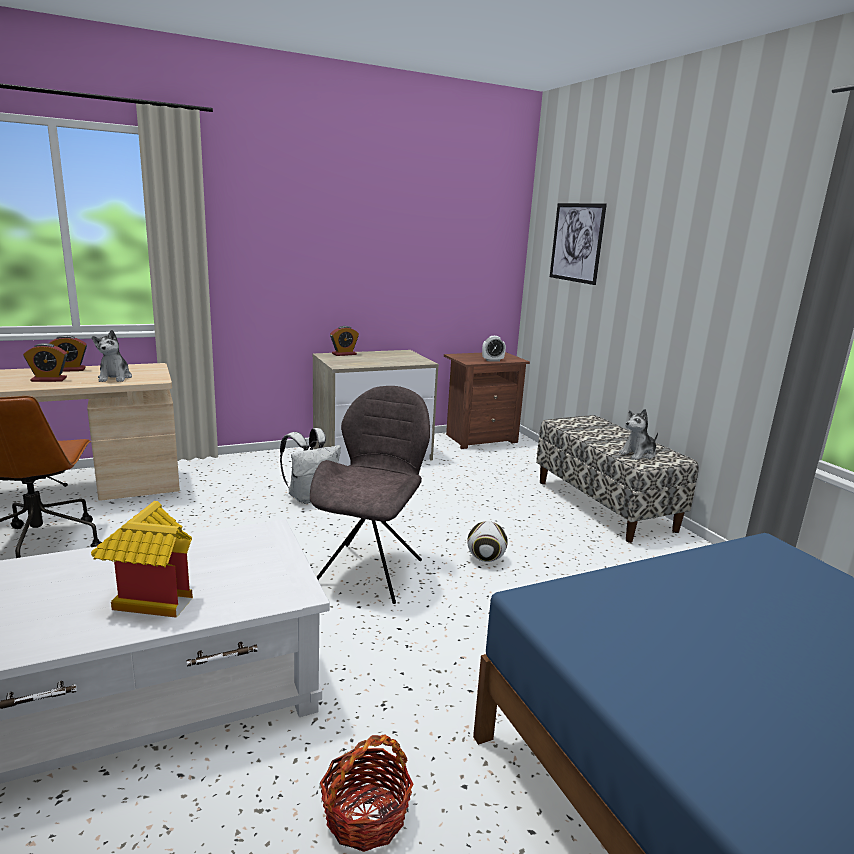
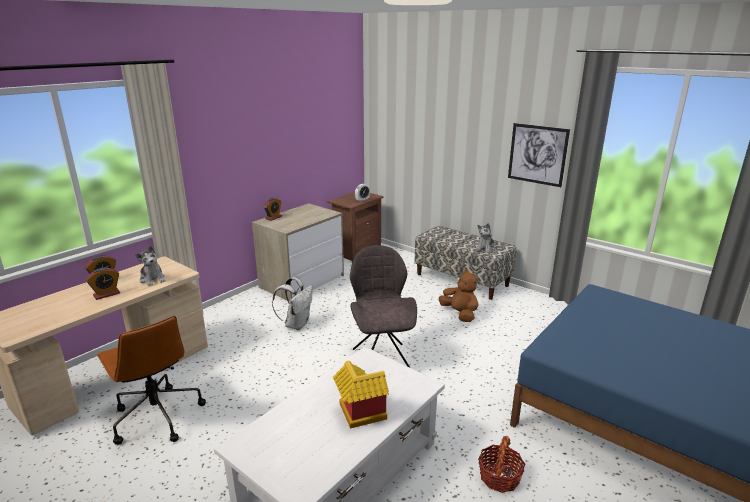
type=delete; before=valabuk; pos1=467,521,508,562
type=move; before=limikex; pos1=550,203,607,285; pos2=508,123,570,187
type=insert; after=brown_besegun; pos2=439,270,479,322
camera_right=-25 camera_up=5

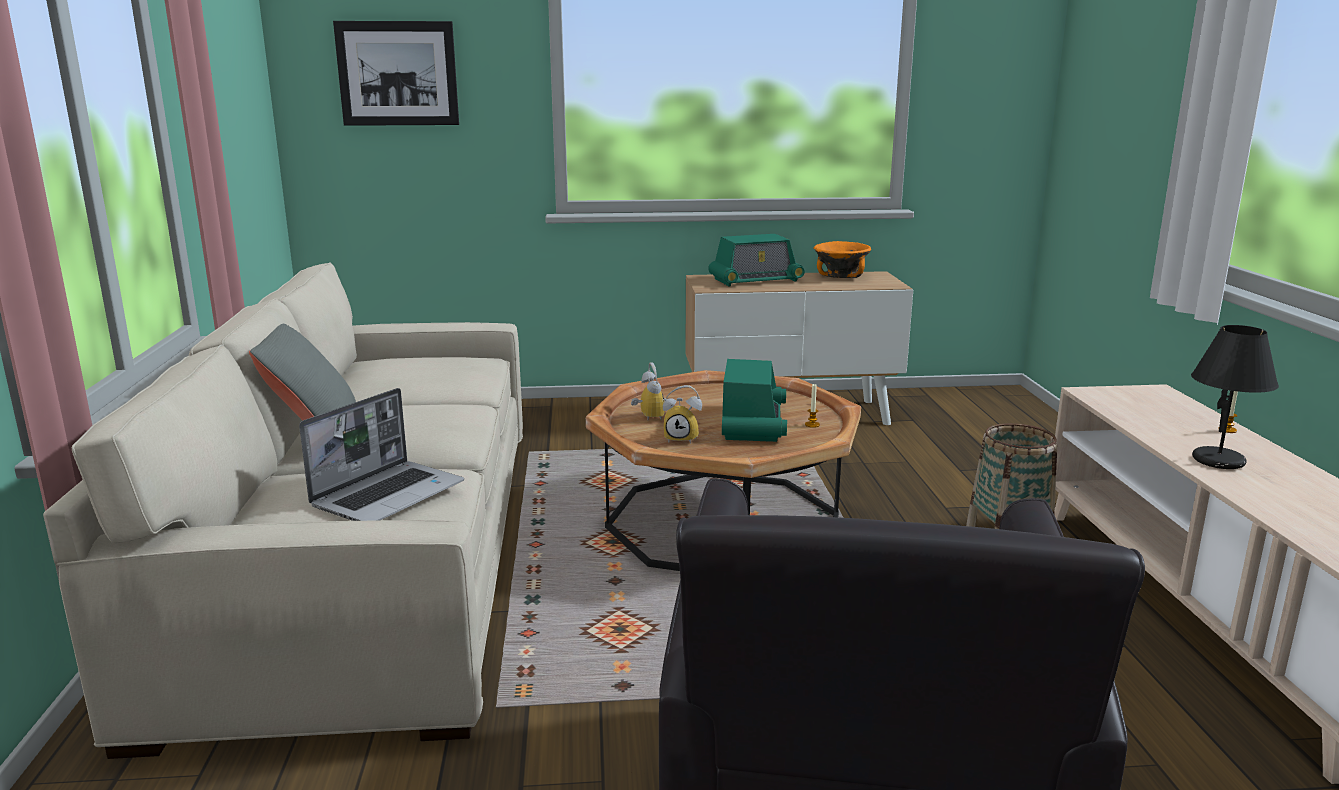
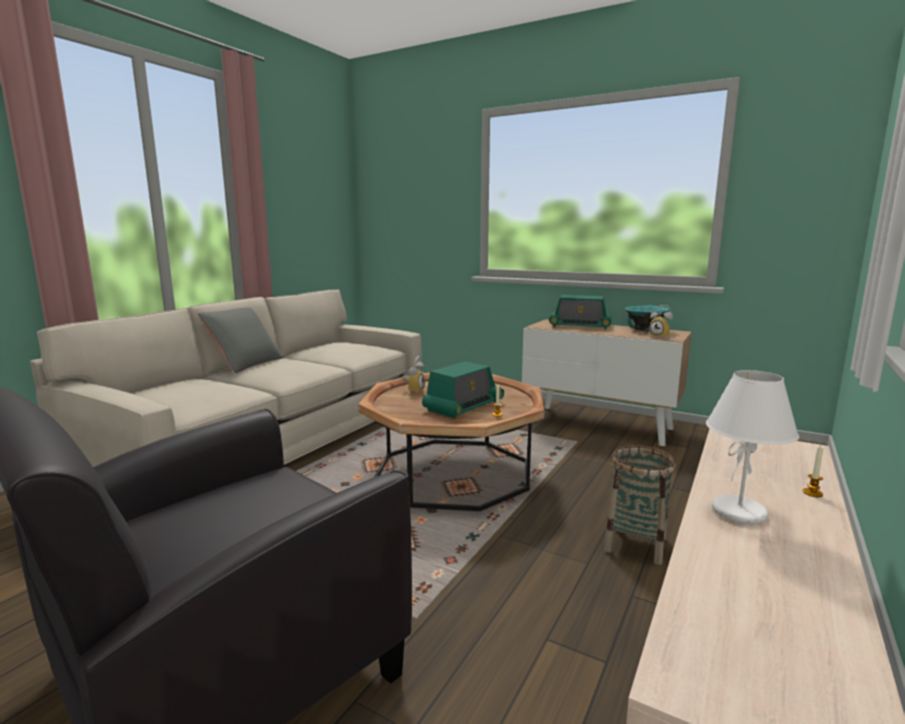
type=delete; before=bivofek; pos1=299,388,464,521
type=delete; before=limikex; pos1=333,21,459,126
type=move; before=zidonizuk; pos1=663,385,702,444; pos2=649,305,673,338
type=recolor; before=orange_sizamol; after=turquoise_sizamol; pos1=813,241,871,278; pos2=625,305,670,331
type=recolor; before=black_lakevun; after=white_lakevun; pos1=1191,325,1279,469; pos2=706,370,799,525
camera_right=35 camera_up=-5

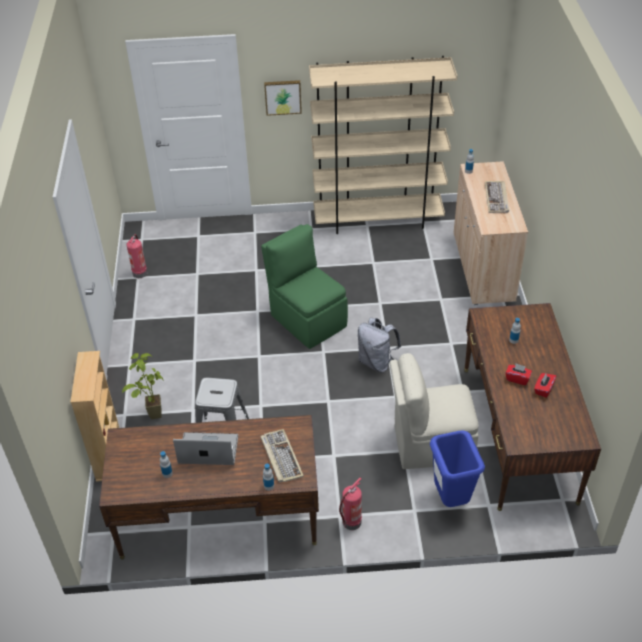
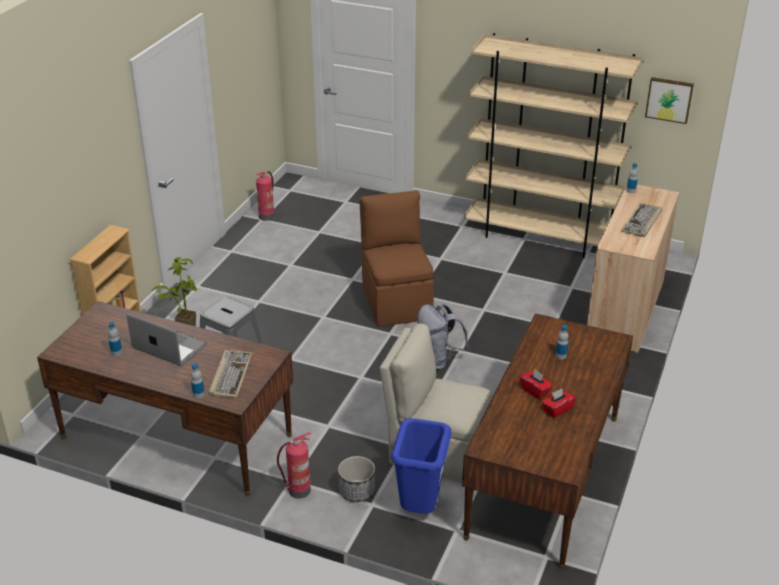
type=recolor; before=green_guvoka; after=brown_guvoka; pos1=261,224,348,349; pos2=359,190,434,327
type=move; before=limikex; pos1=264,80,302,116; pos2=645,77,694,124
type=insert; after=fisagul; pos2=338,456,375,502
camera_right=25 camera_up=-10

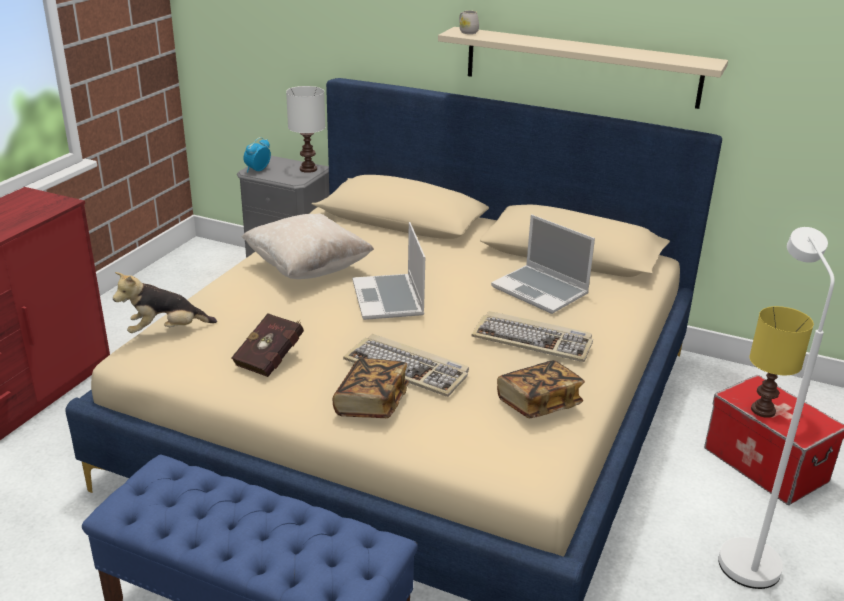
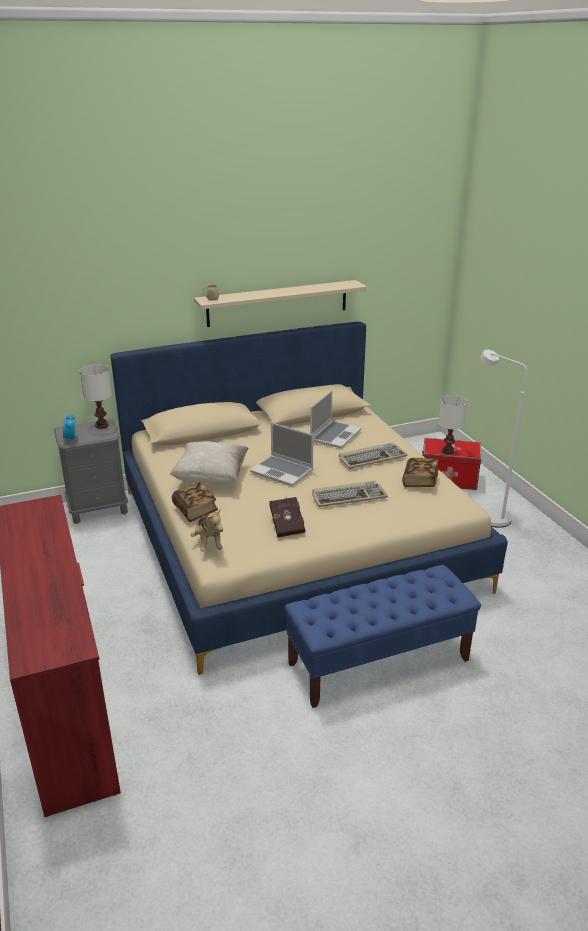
type=rotate; before=besegun; pos1=113,272,217,333; pos2=191,508,223,552; turn=-45
type=move; before=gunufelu; pos1=333,358,409,418; pos2=172,482,218,522
type=rotate; before=bivofek; pos1=491,214,595,314; pos2=310,390,361,448; turn=-60
type=recolor; before=yellow_lakevun; after=white_lakevun; pos1=749,306,814,418; pos2=438,395,467,454
camera_right=-45 camera_up=0

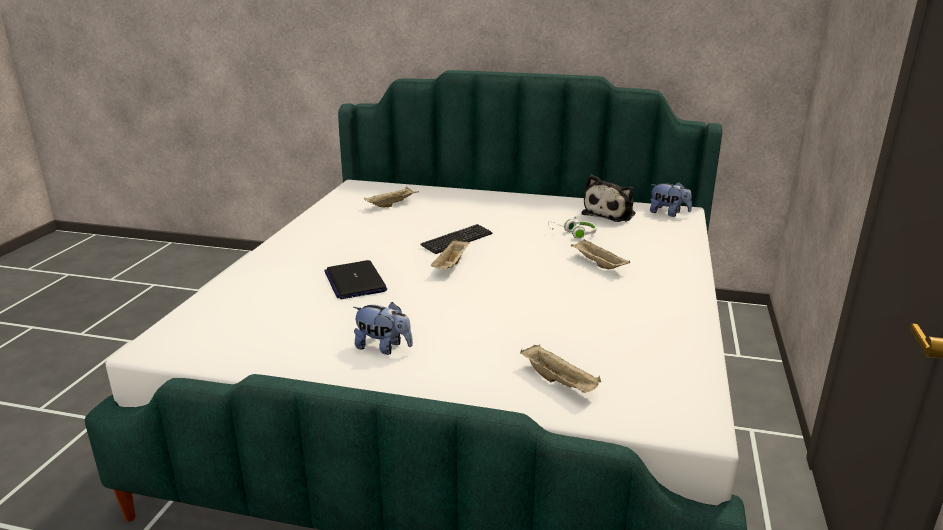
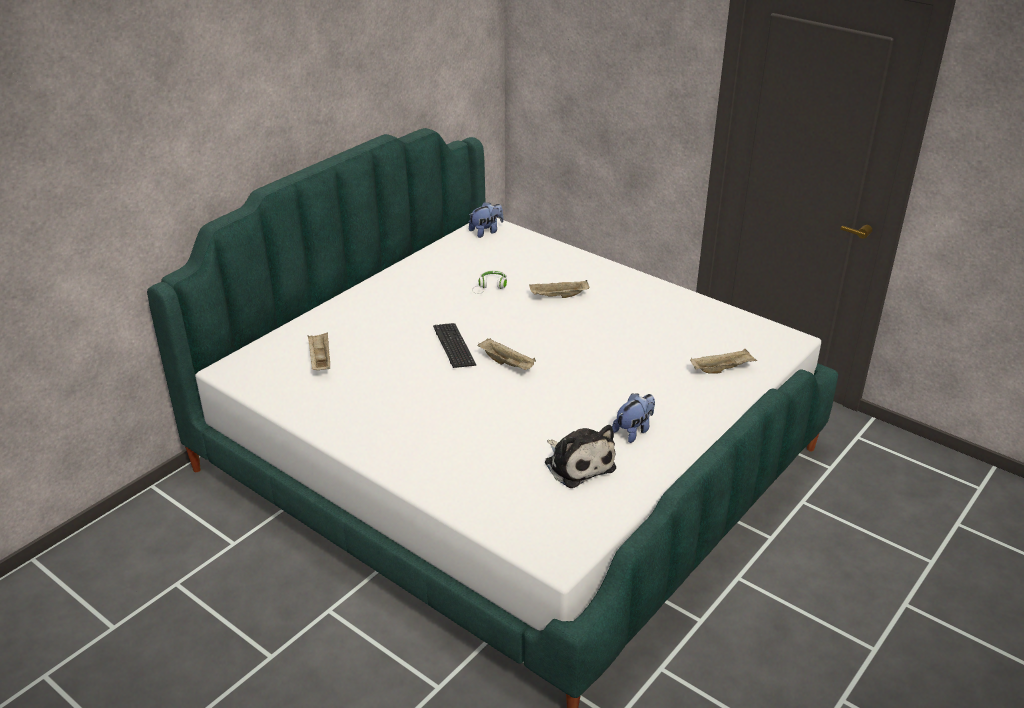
type=delete; before=bivofek; pos1=324,260,387,299
type=move; before=besegun; pos1=582,175,635,222; pos2=545,425,616,488
camera_right=-65 camera_up=10

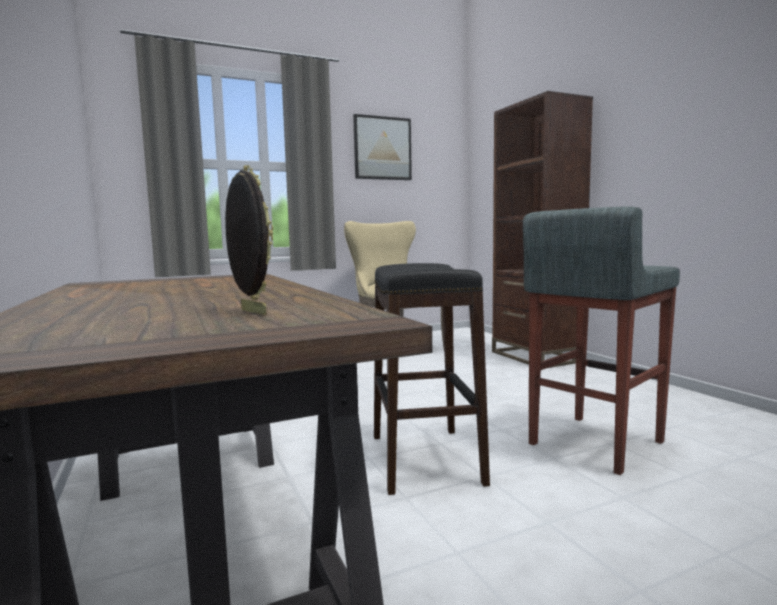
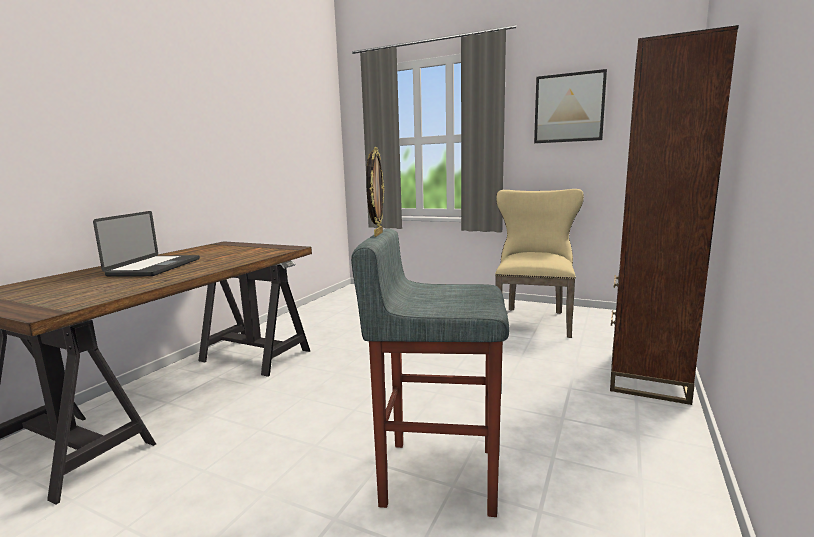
type=move; before=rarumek; pos1=225,165,273,315; pos2=366,147,384,237
type=delete; before=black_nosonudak; pos1=374,263,490,495
type=insert; after=bivofek; pos2=93,211,200,277
camera_right=50 camera_up=5

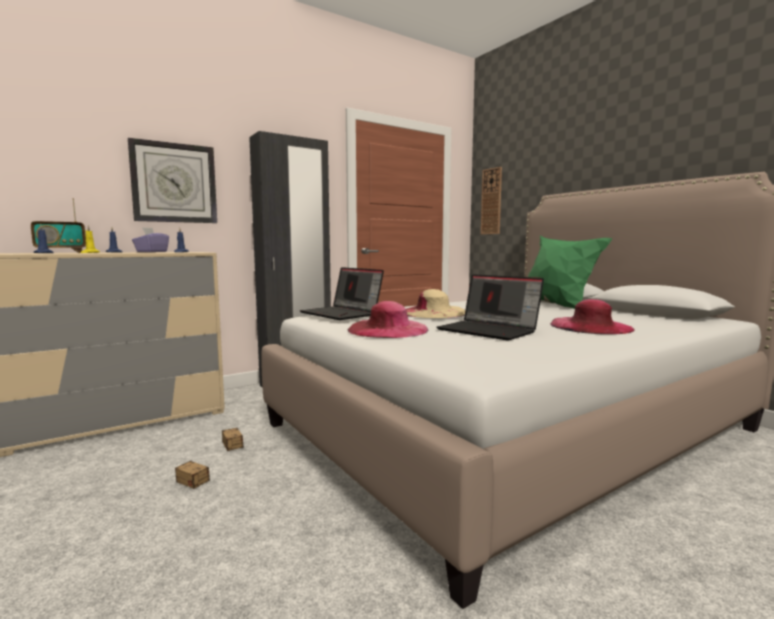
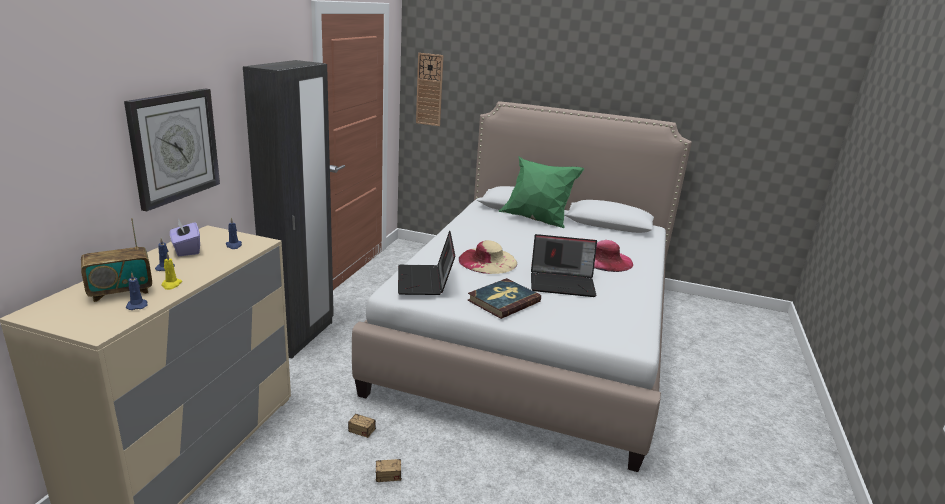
type=rotate; before=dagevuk; pos1=31,198,86,253; pos2=81,218,152,302; turn=45
type=rotate; before=bivofek; pos1=299,267,384,320; pos2=398,231,455,295; turn=75
type=replace; before=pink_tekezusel; after=gunufelu; pos1=348,301,428,338; pos2=467,278,541,319
camera_right=-40 camera_up=15

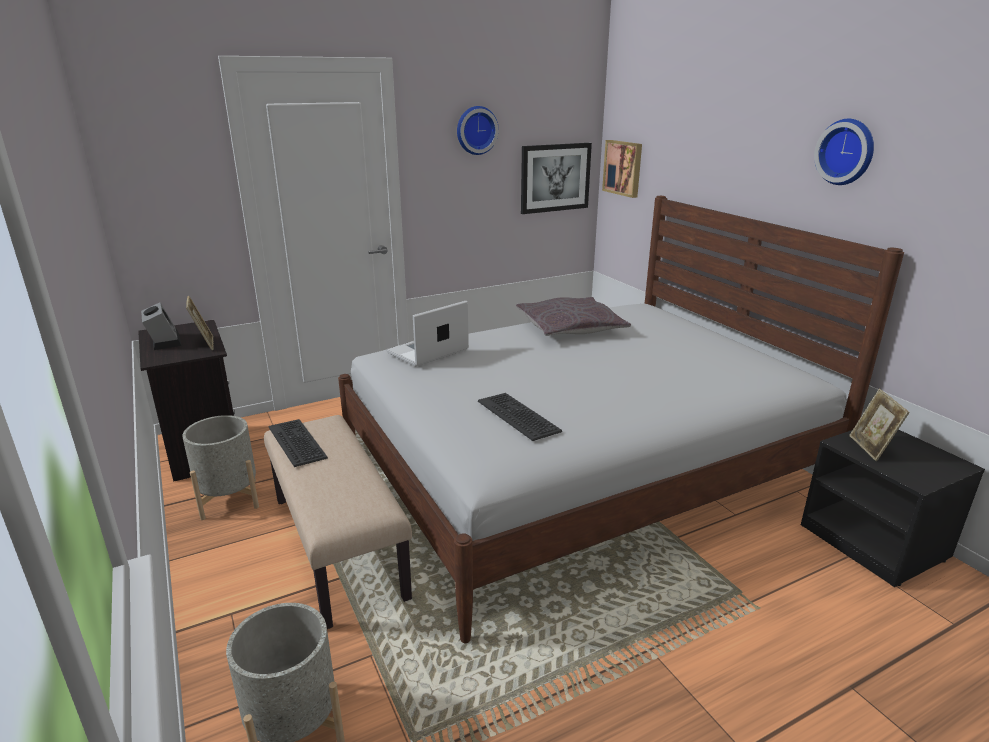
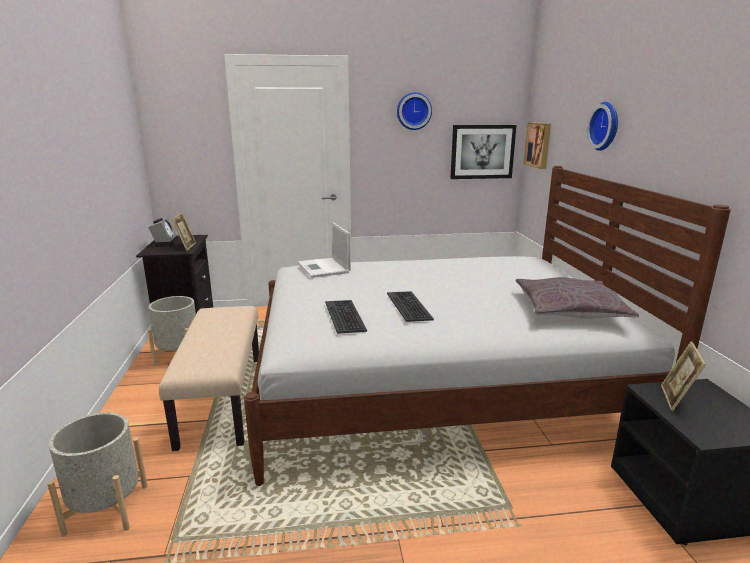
type=move; before=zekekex; pos1=269,419,328,467; pos2=387,291,434,322
type=rotate; before=bivofek; pos1=386,301,469,367; pos2=298,222,351,278; turn=-90
type=move; before=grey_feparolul; pos1=516,297,631,336; pos2=516,277,639,319
type=move; before=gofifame; pos1=814,119,874,185; pos2=587,102,618,151
camera_right=20 camera_up=-5

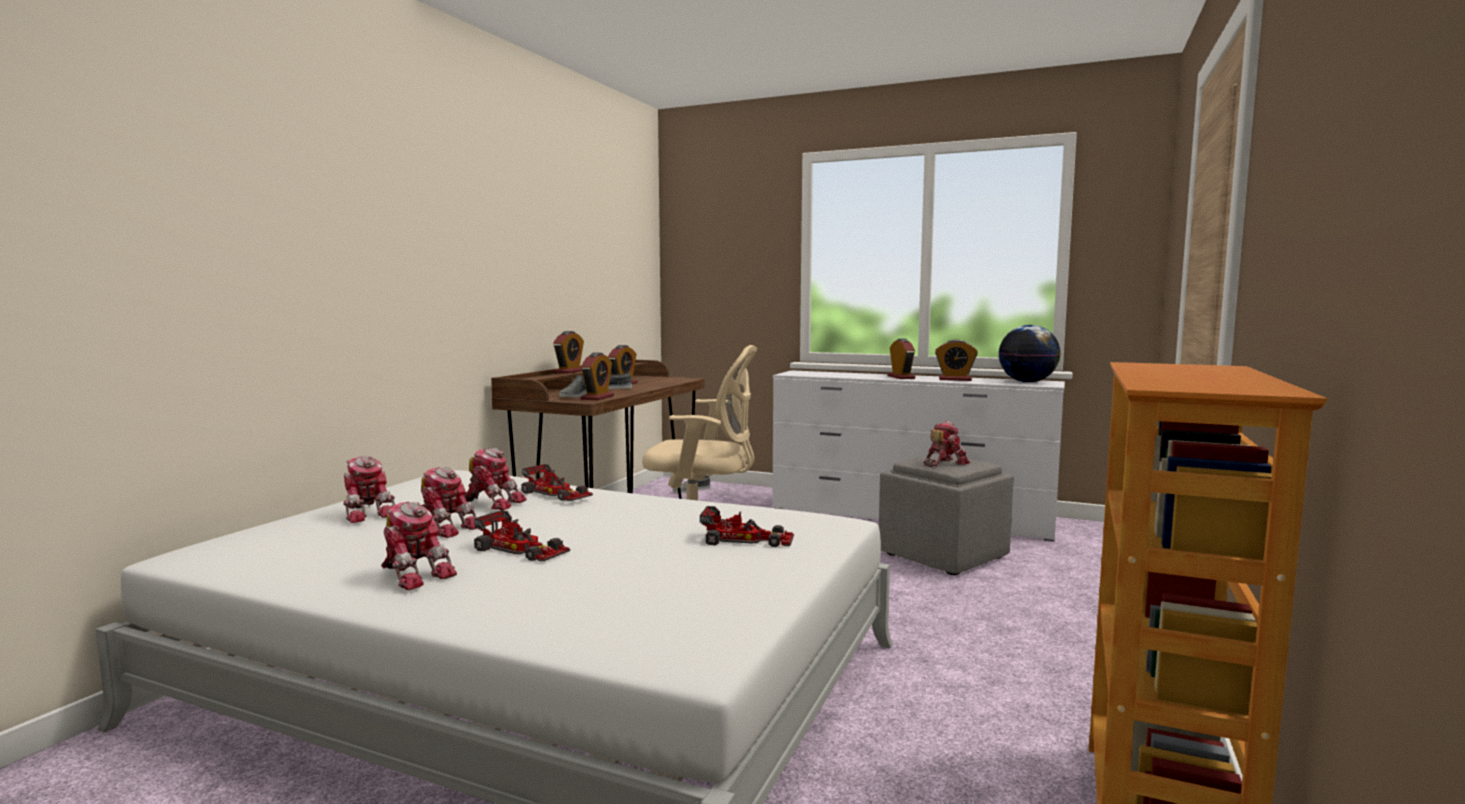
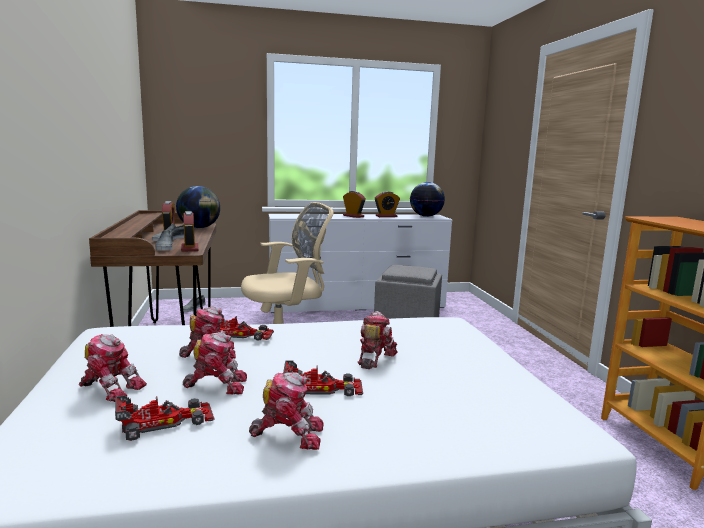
type=delete; before=zidonizuk; pos1=553,331,584,374
type=move; before=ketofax; pos1=700,506,794,547; pos2=115,395,214,441
type=move; before=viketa; pos1=924,421,970,467; pos2=358,311,398,369
type=insert; after=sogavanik; pos2=176,186,220,228
camera_right=-35 camera_up=5

